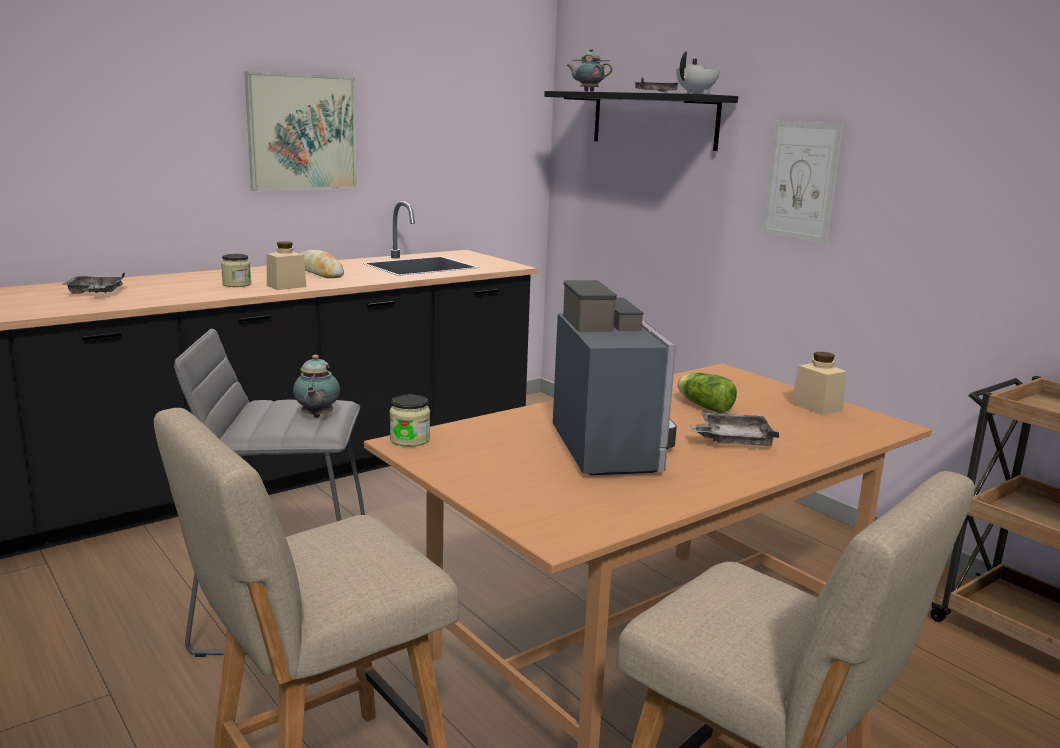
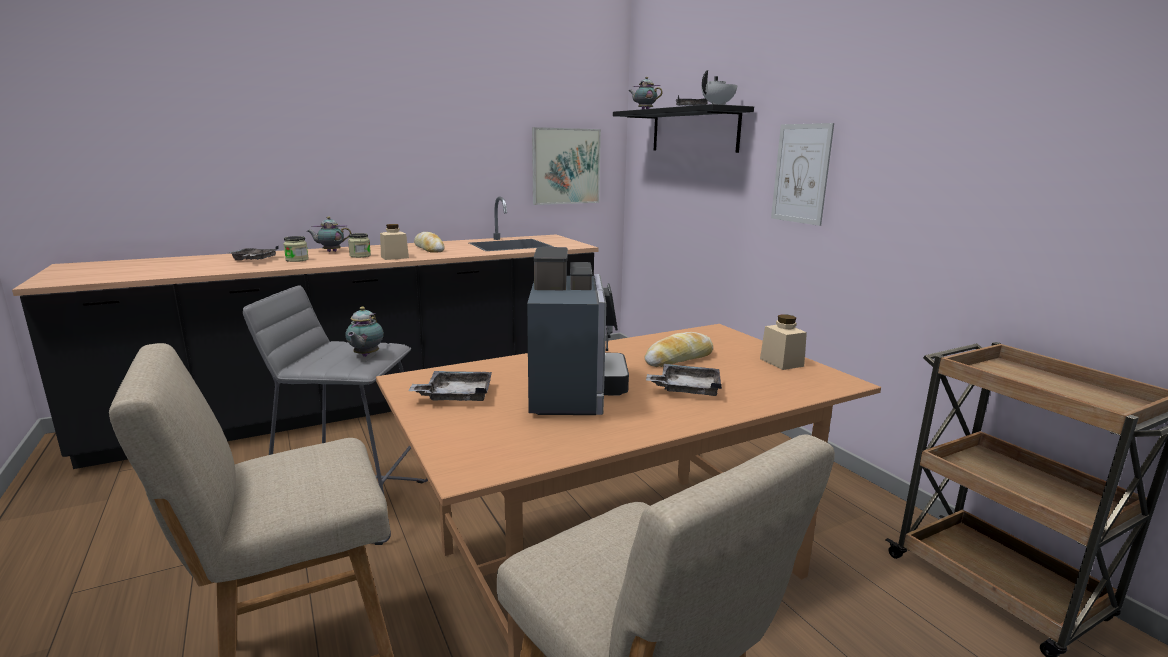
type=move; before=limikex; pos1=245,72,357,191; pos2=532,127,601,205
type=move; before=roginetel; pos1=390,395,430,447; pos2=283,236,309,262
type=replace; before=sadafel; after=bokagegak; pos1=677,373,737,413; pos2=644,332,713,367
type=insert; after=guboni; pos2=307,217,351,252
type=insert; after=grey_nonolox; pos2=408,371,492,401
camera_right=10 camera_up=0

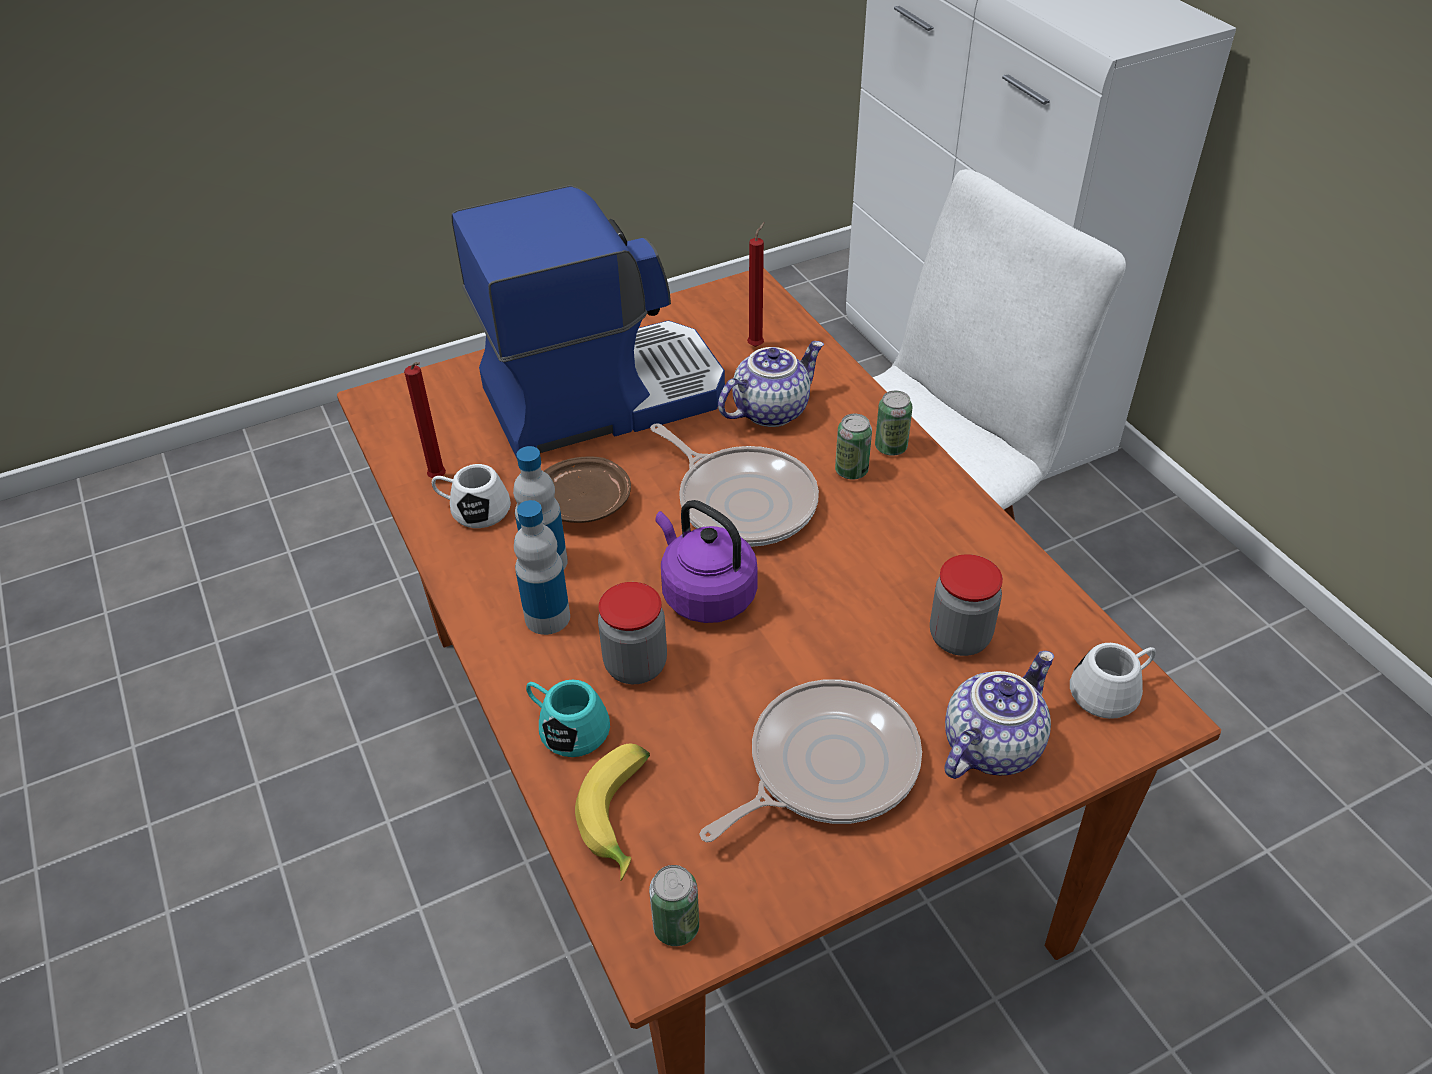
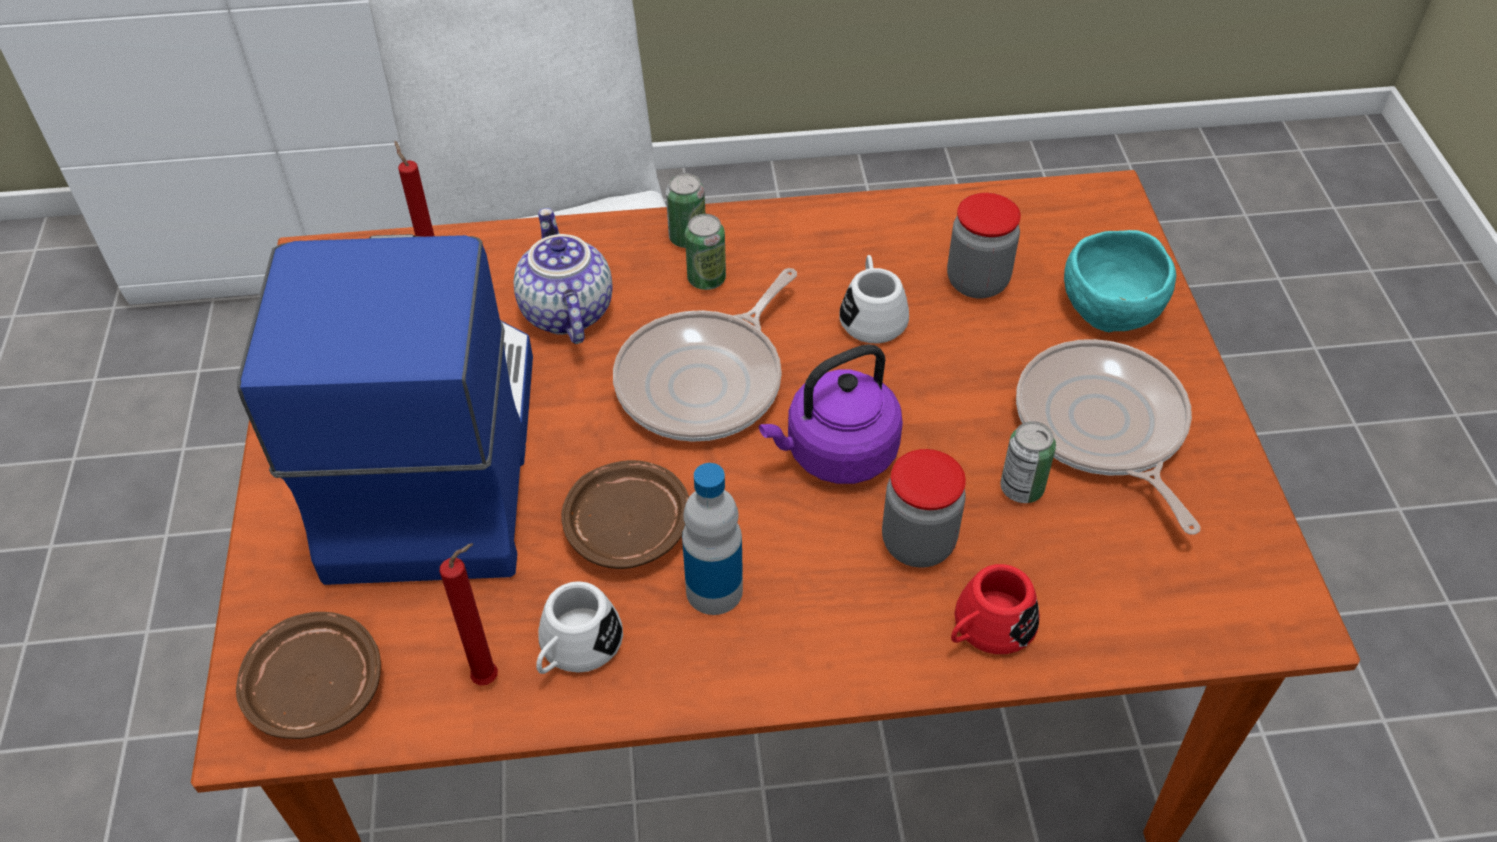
type=delete; before=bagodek; pos1=514,500,570,635
type=recolor; before=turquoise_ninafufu; after=red_ninafufu; pos1=526,680,610,757; pos2=951,564,1040,654
type=delete; before=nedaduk; pos1=575,744,650,881
type=move; before=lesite; pos1=649,865,699,946; pos2=1000,421,1056,503
type=rotate; before=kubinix; pos1=650,423,819,547; pos2=613,268,797,442; turn=150
type=replace; before=guboni; after=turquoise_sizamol; pos1=944,651,1054,779; pos2=1064,230,1176,332
type=move; before=white_ninafufu; pos1=1070,643,1156,719; pos2=839,255,909,343
type=insert; after=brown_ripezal; pos2=236,612,381,739
camera_right=-70 camera_up=5

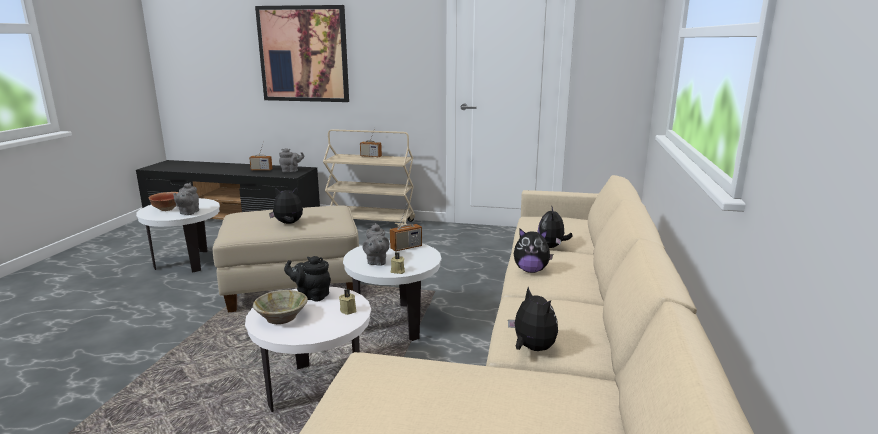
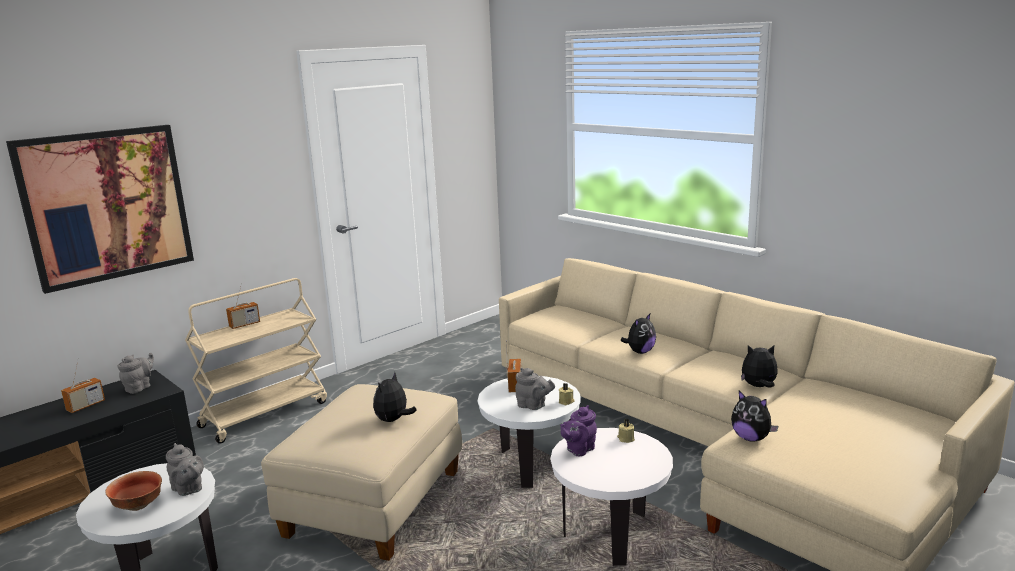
type=delete; before=beige_sizamol; pos1=253,290,308,324
type=recolor; before=black_guboni; after=purple_guboni; pos1=284,256,331,301; pos2=560,405,597,456
type=move; before=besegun; pos1=538,205,573,248; pos2=731,391,778,442
camera_right=-55 camera_up=0

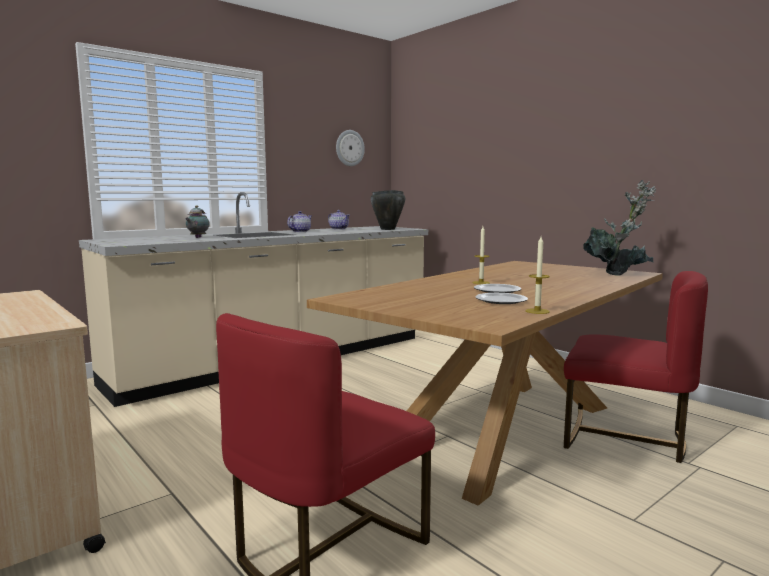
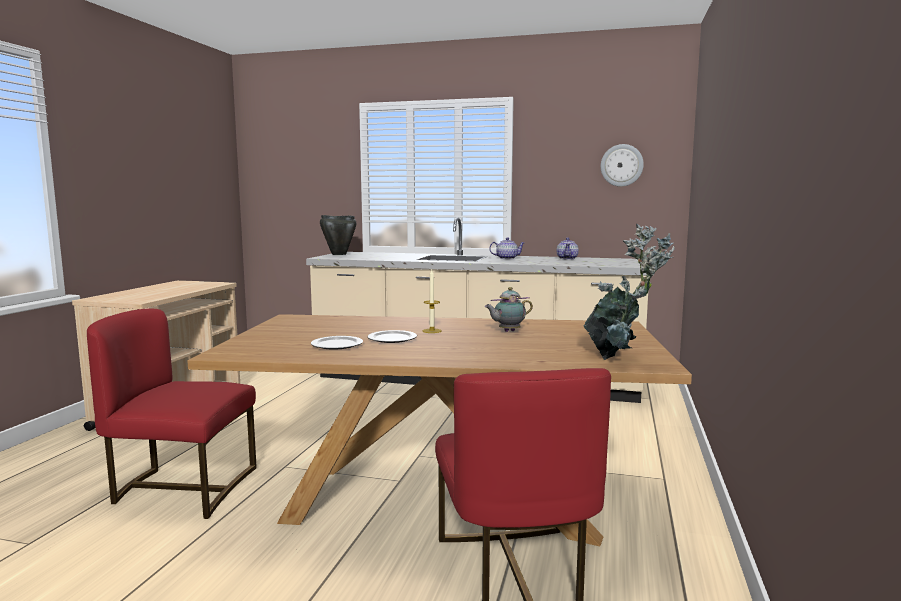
type=move; before=guboni; pos1=185,205,210,238; pos2=485,287,533,332
type=move; before=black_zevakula; pos1=371,190,405,230; pos2=320,215,356,255
type=delete; before=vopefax; pos1=525,237,550,314
camera_right=55 camera_up=0

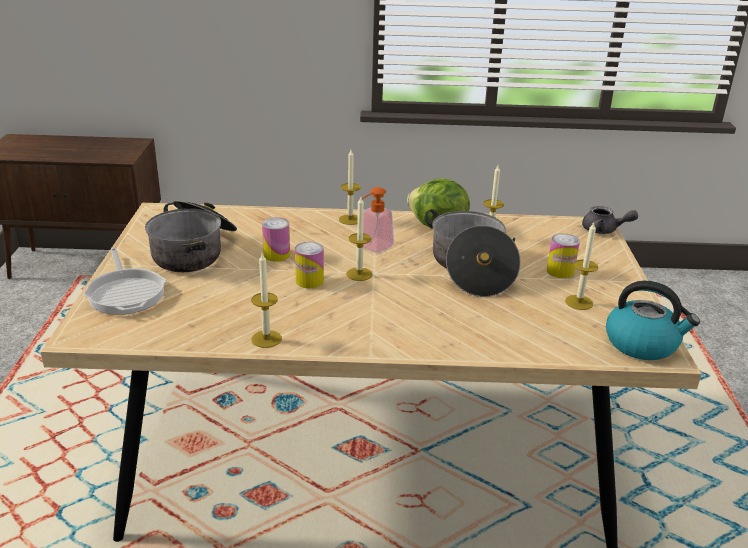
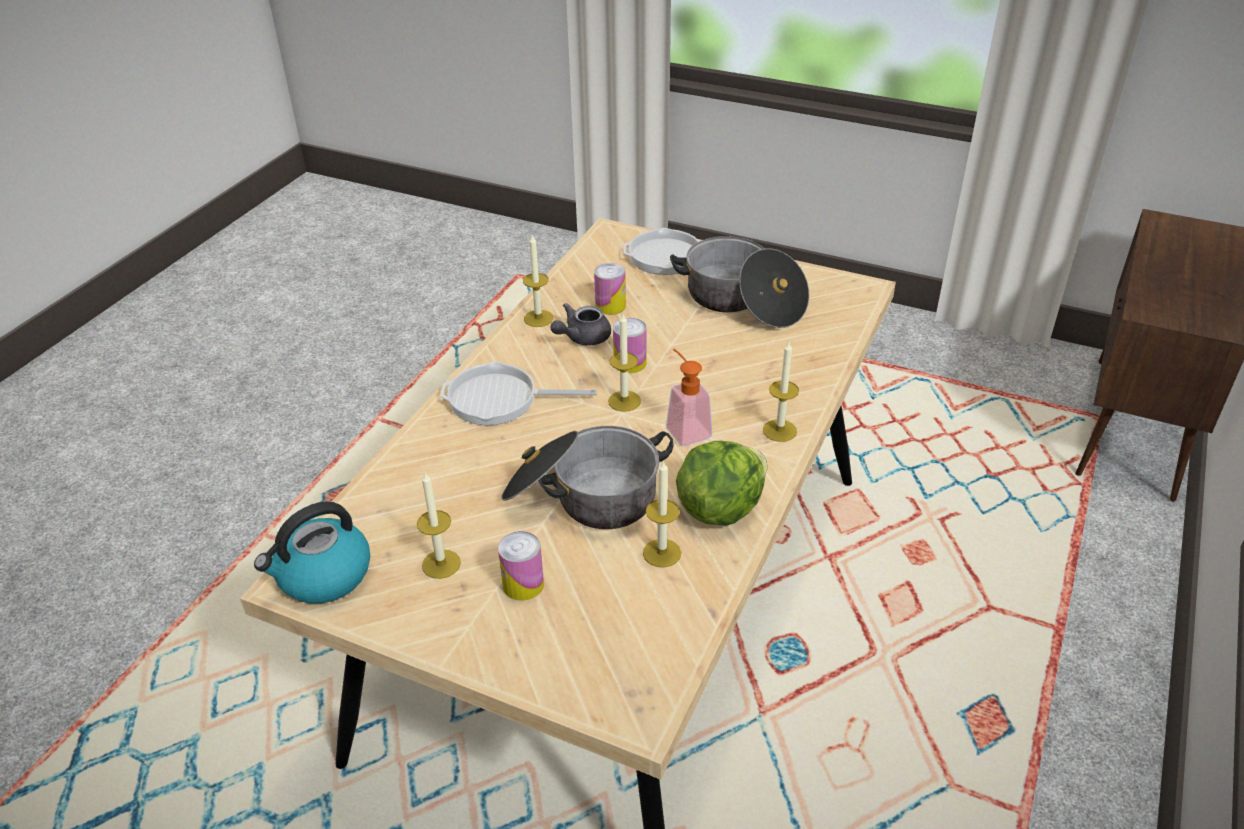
type=move; before=lesite; pos1=262,218,290,262; pos2=594,263,626,315
type=move; before=grey_guboni; pos1=582,206,638,234; pos2=551,303,611,346
type=insert; after=kubinix; pos2=440,361,597,425
camera_right=115 camera_up=10

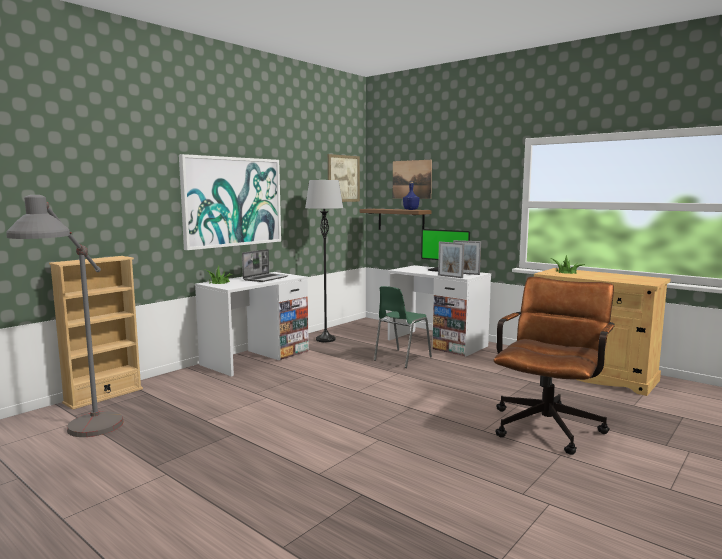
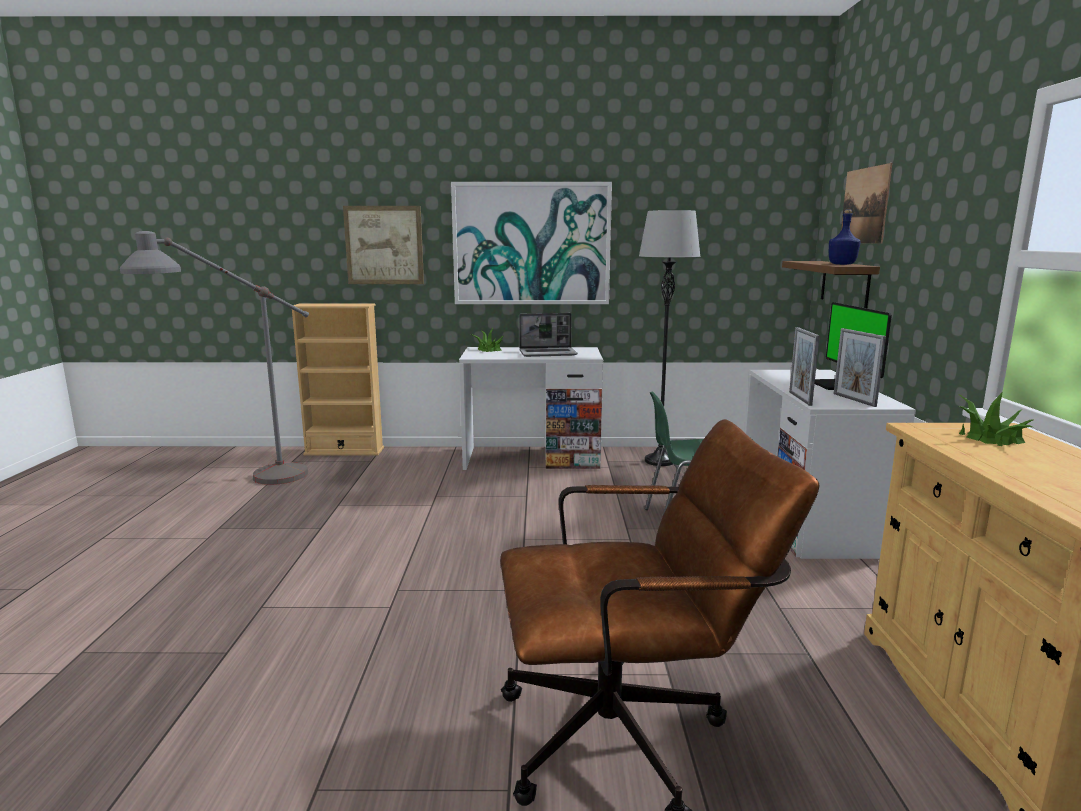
type=move; before=limikex; pos1=328,154,360,202; pos2=343,206,424,284
camera_right=50 camera_up=5

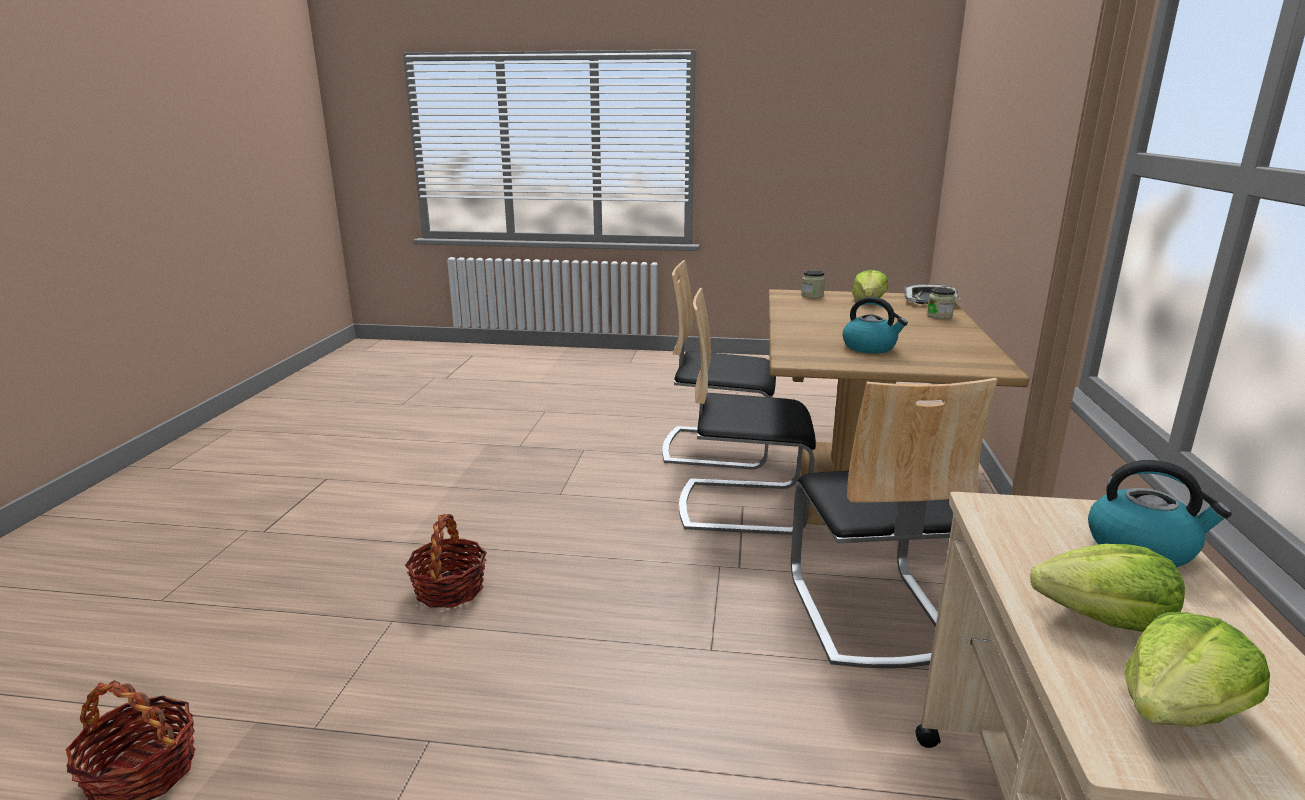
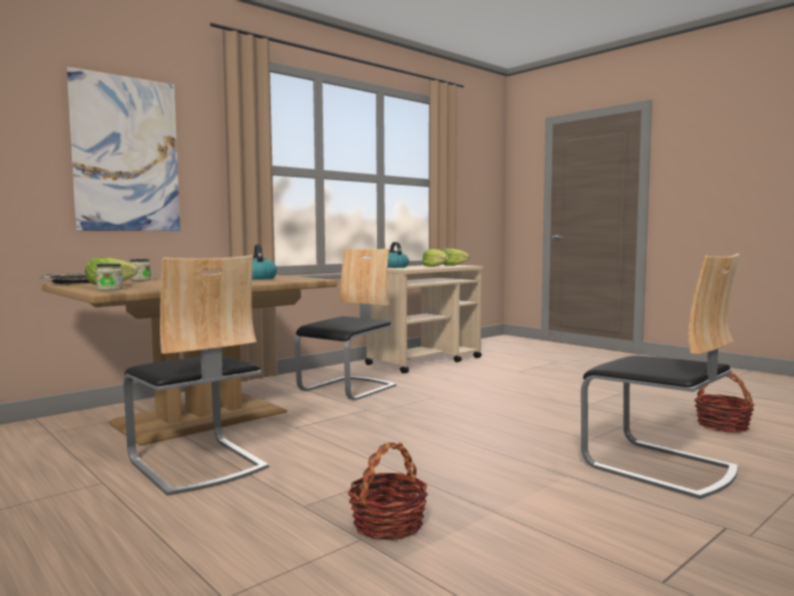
type=move; before=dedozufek; pos1=405,514,487,608; pos2=348,442,428,540
type=move; before=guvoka; pos1=679,288,816,535; pos2=581,253,740,499
type=insert; after=limikex; pos2=67,67,180,231
camera_right=-140 camera_up=-15

